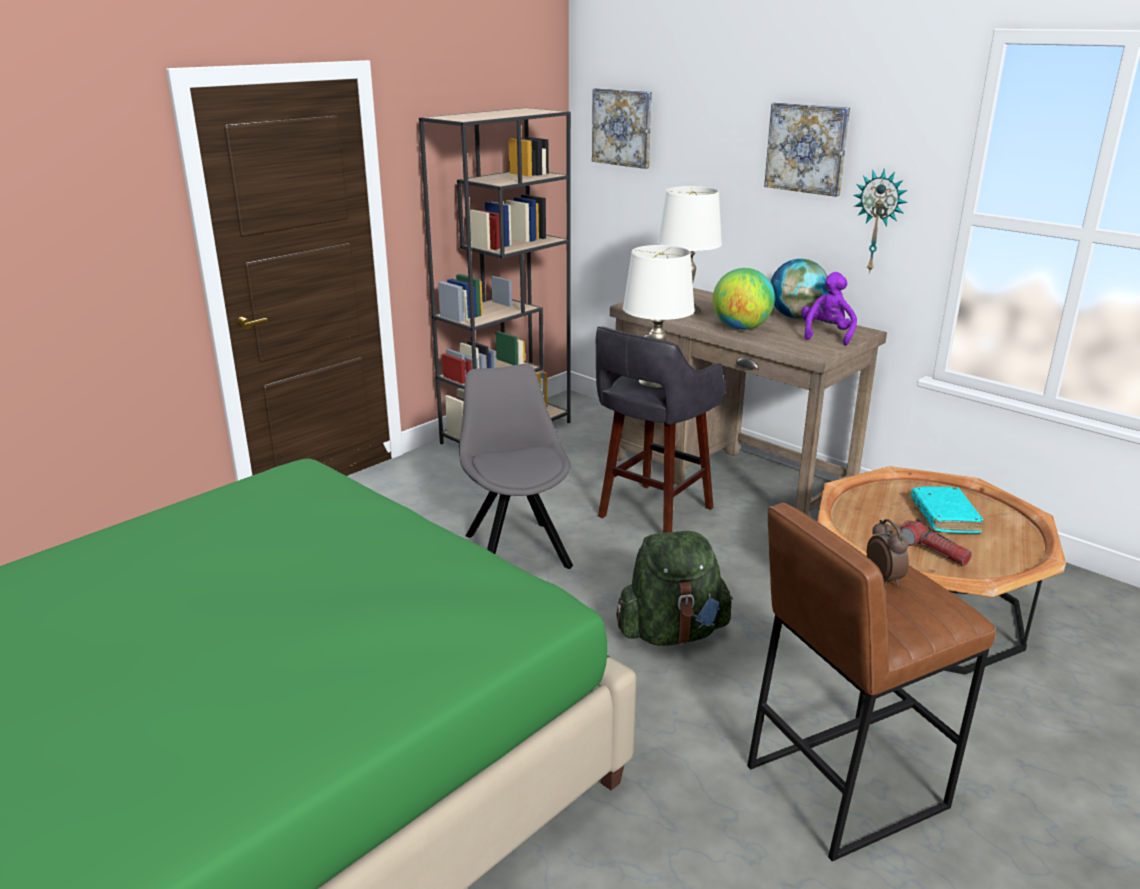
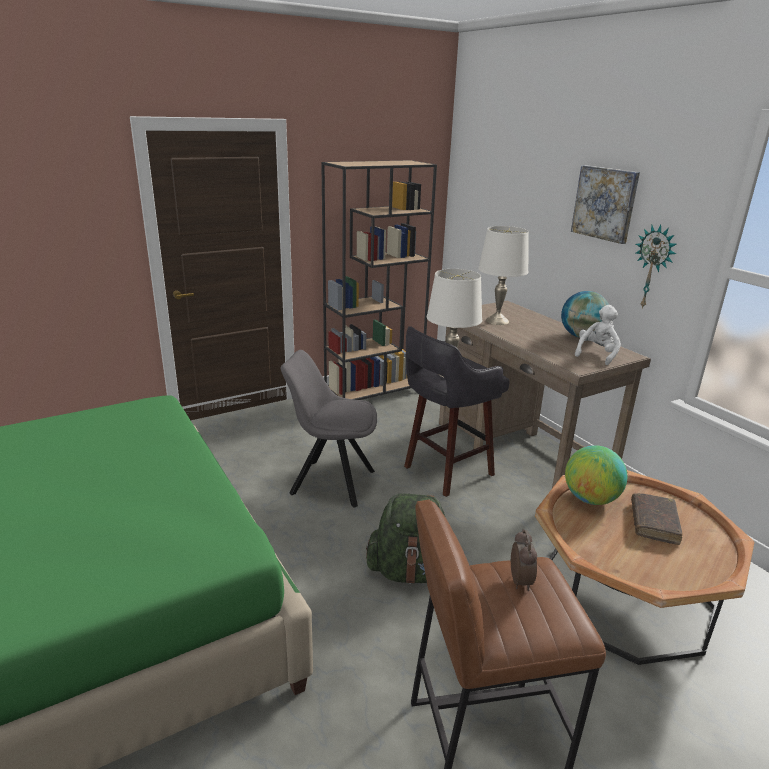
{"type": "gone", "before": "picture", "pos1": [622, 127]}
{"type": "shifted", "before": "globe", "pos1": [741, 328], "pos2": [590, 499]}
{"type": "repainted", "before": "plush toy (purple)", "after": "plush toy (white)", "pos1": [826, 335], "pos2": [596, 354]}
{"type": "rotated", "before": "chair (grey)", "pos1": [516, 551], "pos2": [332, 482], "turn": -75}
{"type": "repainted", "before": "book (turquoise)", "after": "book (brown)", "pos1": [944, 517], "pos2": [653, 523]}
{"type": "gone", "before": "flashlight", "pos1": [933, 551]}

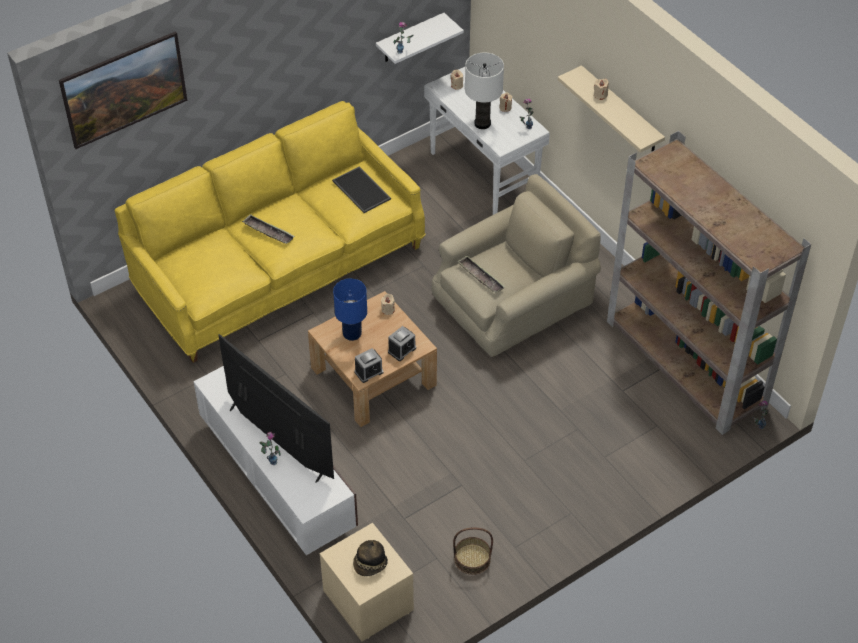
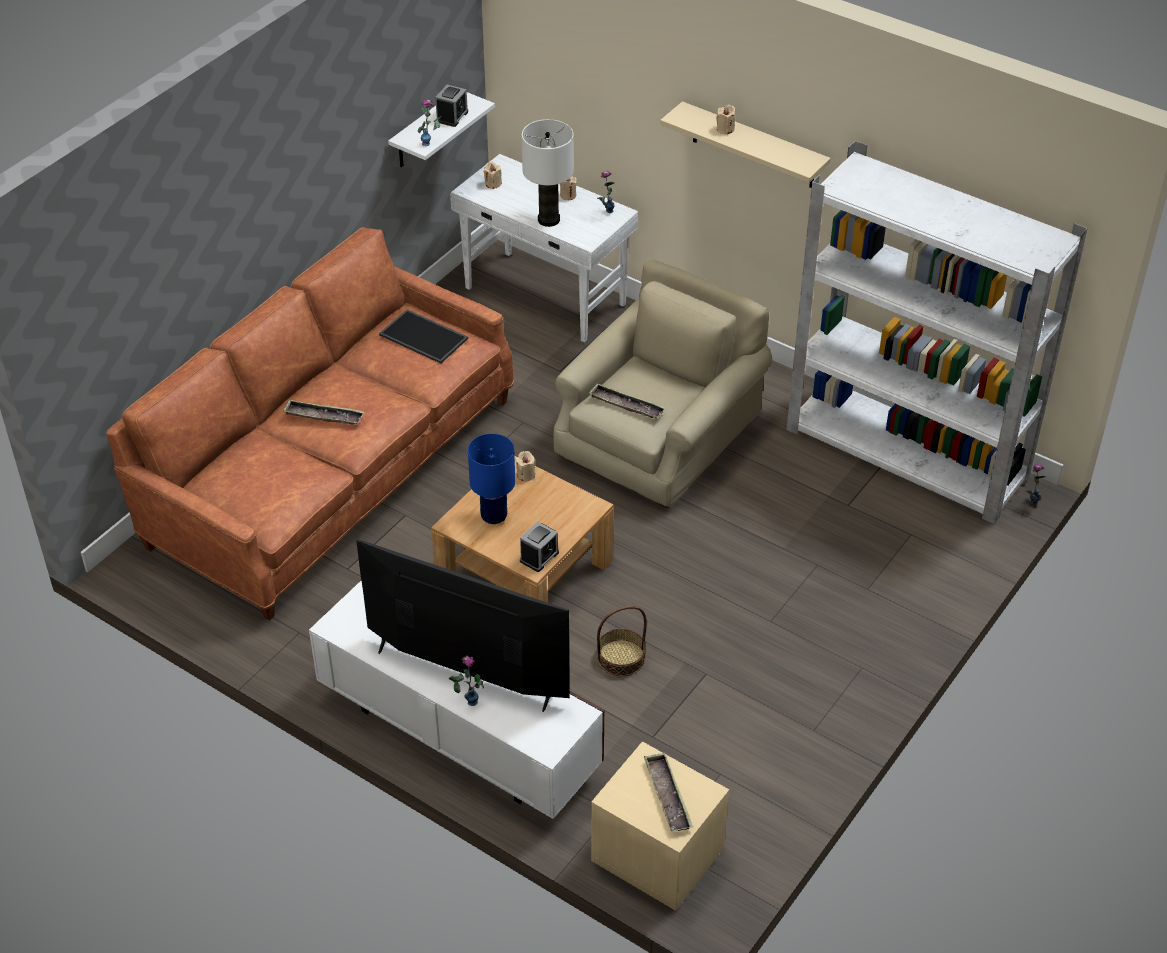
{"type": "gone", "before": "picture", "pos1": [127, 106]}
{"type": "repainted", "before": "sofa (yellow)", "after": "sofa (brown)", "pos1": [277, 266], "pos2": [329, 470]}
{"type": "repainted", "before": "bookcase (brown)", "after": "bookcase (white)", "pos1": [685, 363], "pos2": [906, 453]}
{"type": "shifted", "before": "alarm clock", "pos1": [402, 350], "pos2": [452, 116]}
{"type": "shifted", "before": "basket", "pos1": [472, 559], "pos2": [621, 658]}
{"type": "swapped", "before": "hat", "after": "tray", "pos1": [370, 565], "pos2": [667, 796]}

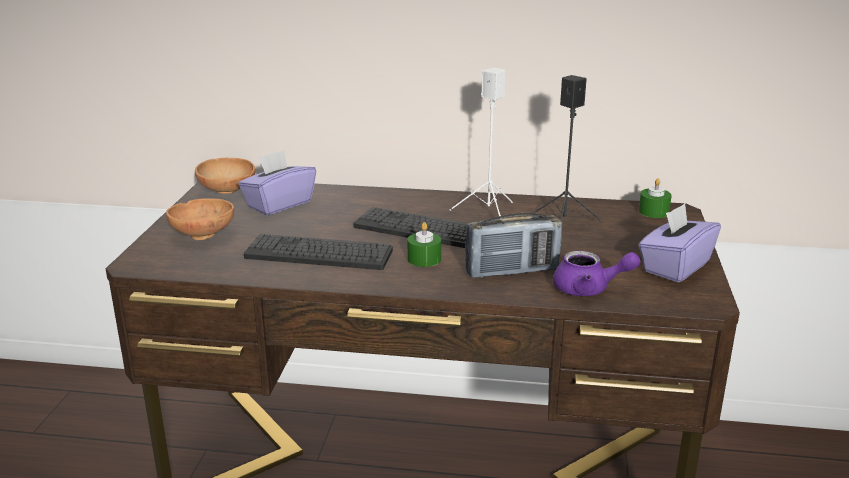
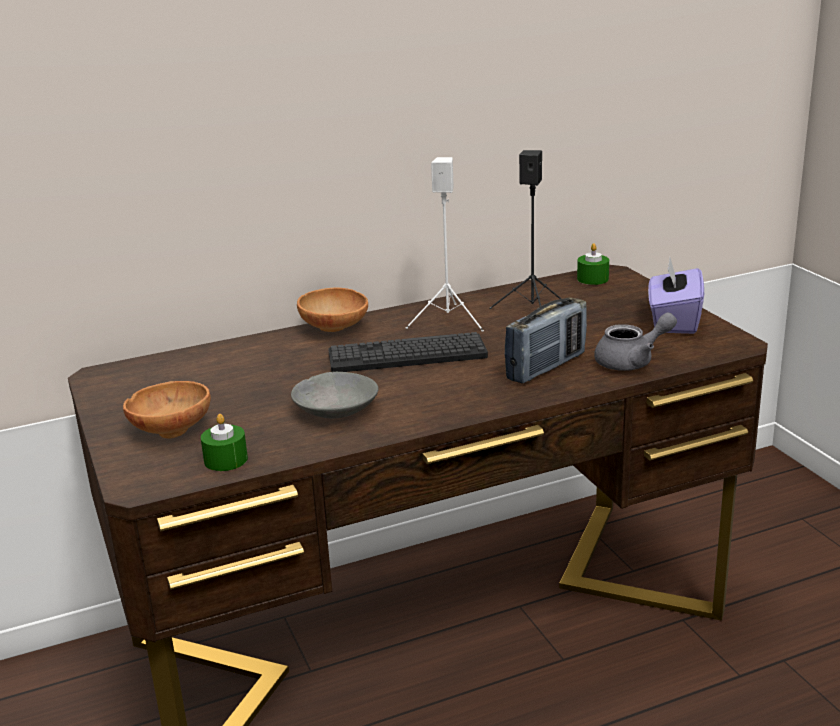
{"type": "gone", "before": "tissue box (purple)", "pos1": [279, 204]}
{"type": "shifted", "before": "bowl (brown)", "pos1": [227, 192], "pos2": [335, 329]}
{"type": "shifted", "before": "candle (green)", "pos1": [424, 259], "pos2": [226, 460]}
{"type": "swapped", "before": "keyboard", "after": "bowl (grey)", "pos1": [319, 254], "pos2": [336, 409]}
{"type": "repainted", "before": "teapot (purple)", "after": "teapot (grey)", "pos1": [589, 289], "pos2": [632, 361]}

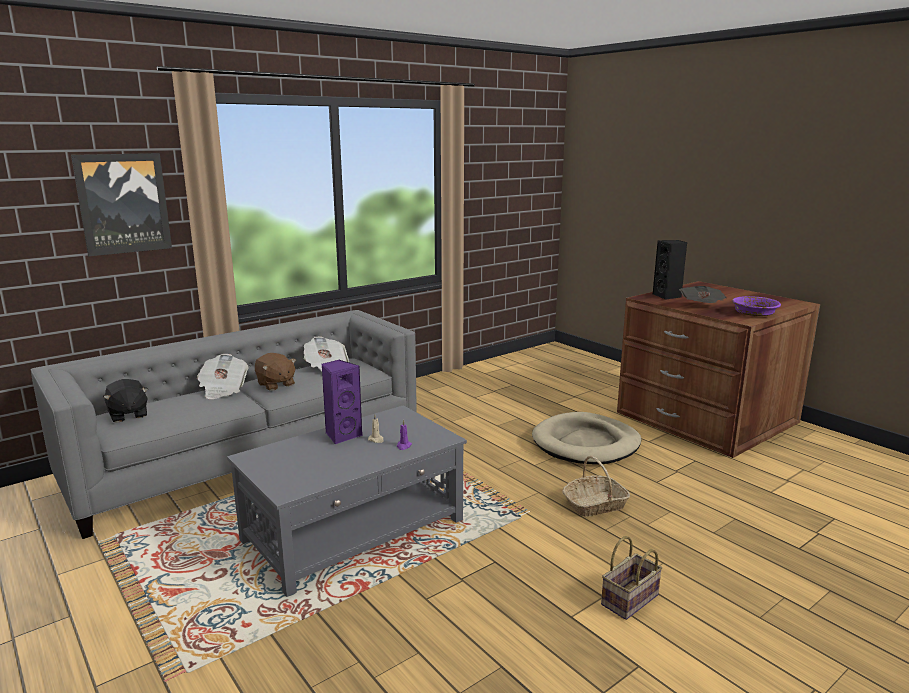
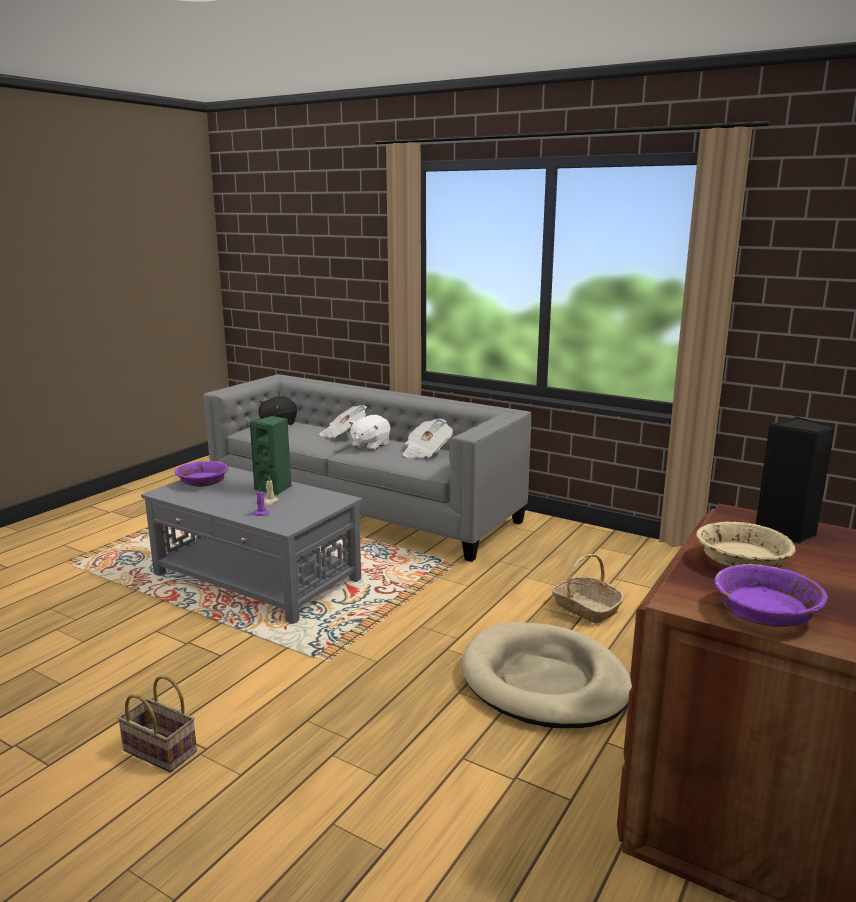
{"type": "gone", "before": "picture", "pos1": [123, 203]}
{"type": "swapped", "before": "newspaper", "after": "bowl (beige)", "pos1": [701, 307], "pos2": [742, 561]}
{"type": "repainted", "before": "plush toy (brown)", "after": "plush toy (white)", "pos1": [275, 384], "pos2": [370, 445]}
{"type": "repainted", "before": "speaker (purple)", "after": "speaker (green)", "pos1": [342, 435], "pos2": [275, 489]}
{"type": "shifted", "before": "basket", "pos1": [595, 505], "pos2": [585, 608]}
{"type": "new", "after": "bowl (purple)", "pos2": [203, 482]}

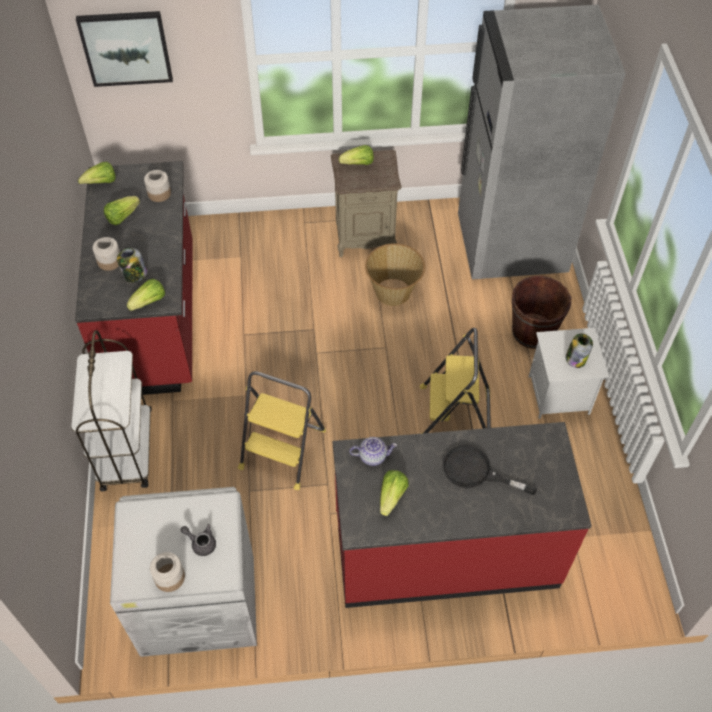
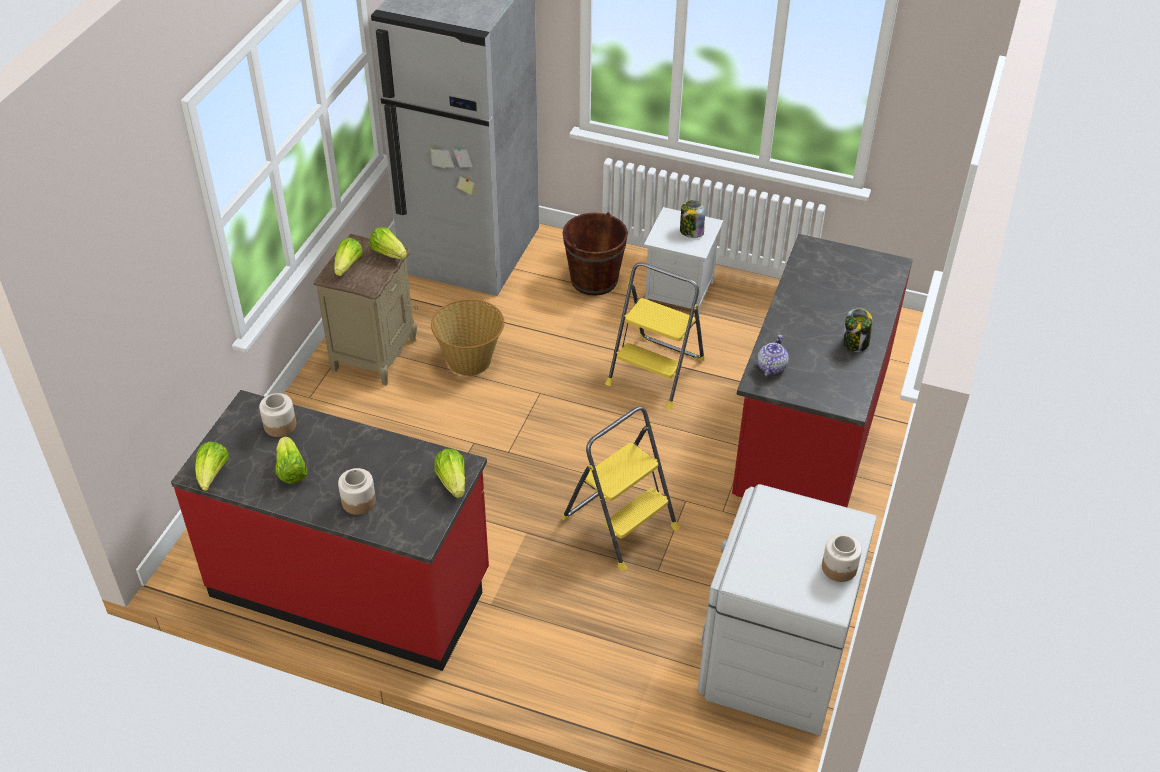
{"type": "gone", "before": "picture", "pos1": [126, 48]}
{"type": "shifted", "before": "jar", "pos1": [134, 275], "pos2": [855, 343]}
{"type": "gone", "before": "cart (white)", "pos1": [126, 451]}
{"type": "gone", "before": "frying pan (black)", "pos1": [475, 472]}
{"type": "shifted", "before": "lettuce", "pos1": [392, 496], "pos2": [389, 253]}
{"type": "gone", "before": "teapot (grey)", "pos1": [201, 543]}

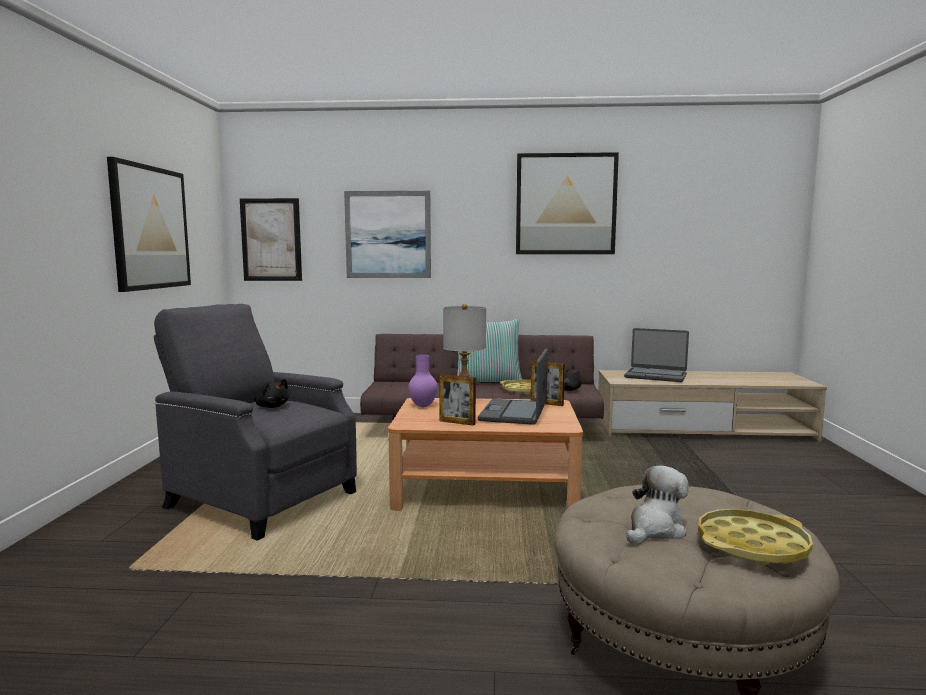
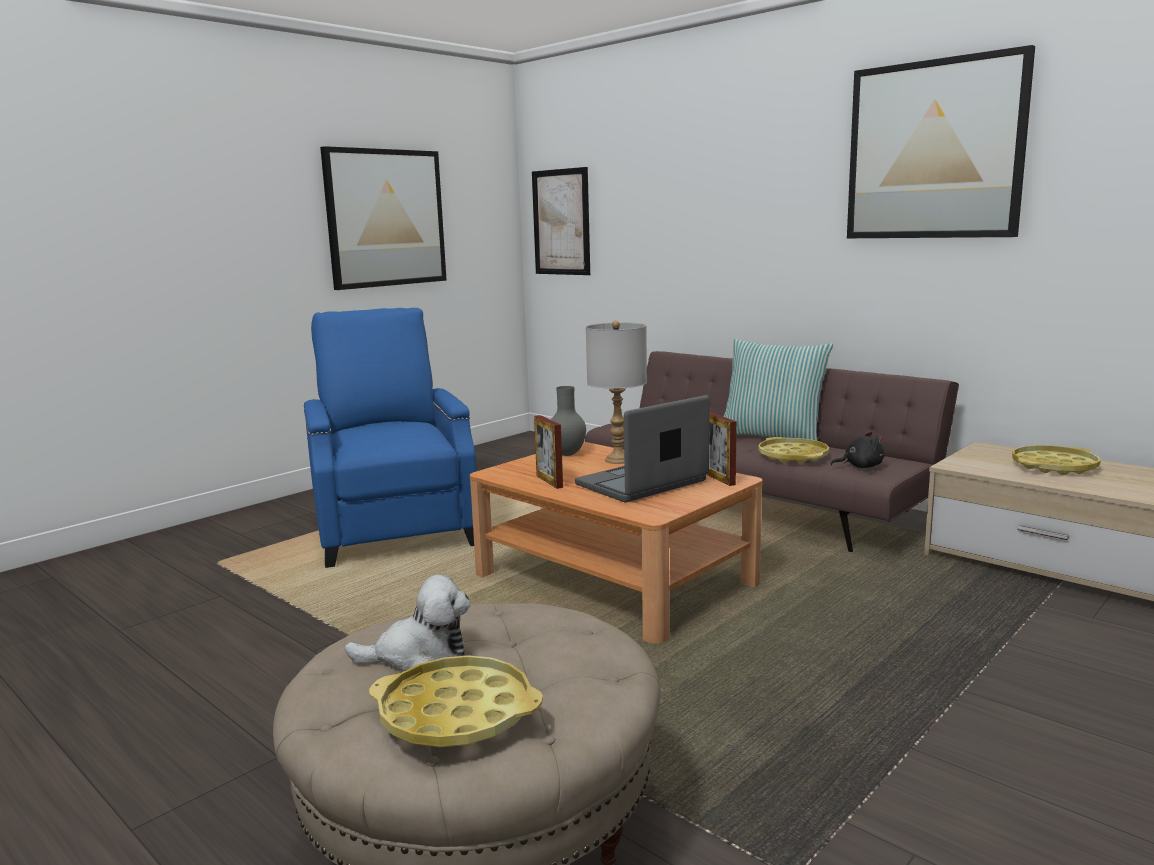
{"type": "gone", "before": "picture", "pos1": [388, 234]}
{"type": "repainted", "before": "armchair (grey)", "after": "armchair (blue)", "pos1": [258, 498], "pos2": [394, 528]}
{"type": "swapped", "before": "laptop", "after": "tray (yellow)", "pos1": [655, 376], "pos2": [1054, 466]}
{"type": "repainted", "before": "vase (purple)", "after": "vase (grey)", "pos1": [423, 405], "pos2": [568, 454]}
{"type": "gone", "before": "plush toy (black)", "pos1": [272, 406]}

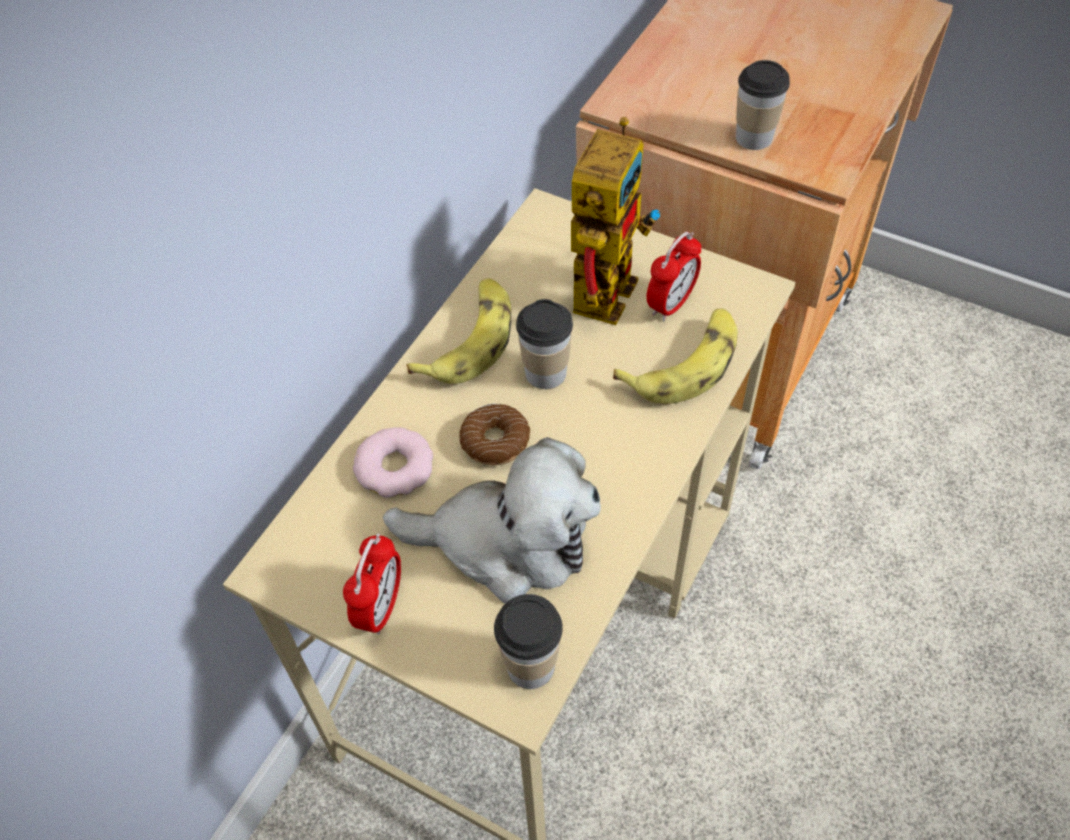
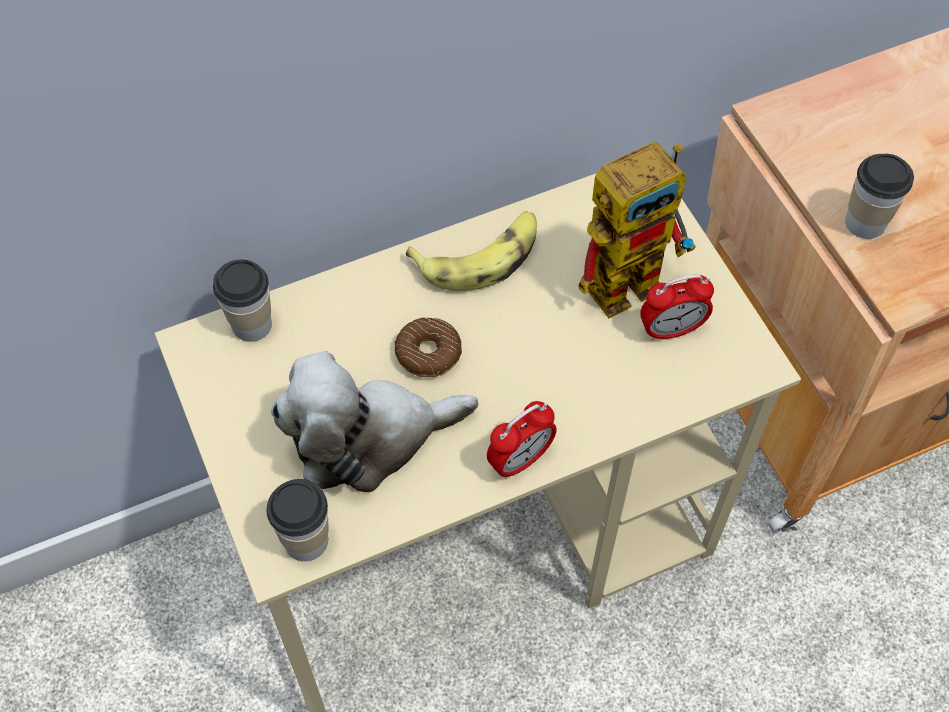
{"type": "shifted", "before": "cup", "pos1": [545, 373], "pos2": [251, 324]}
{"type": "gone", "before": "banana", "pos1": [684, 364]}
{"type": "gone", "before": "donut", "pos1": [395, 467]}
{"type": "rotated", "before": "plush toy", "pos1": [506, 543], "pos2": [368, 438], "turn": 120}
{"type": "shifted", "before": "alarm clock", "pos1": [380, 608], "pos2": [520, 460]}

